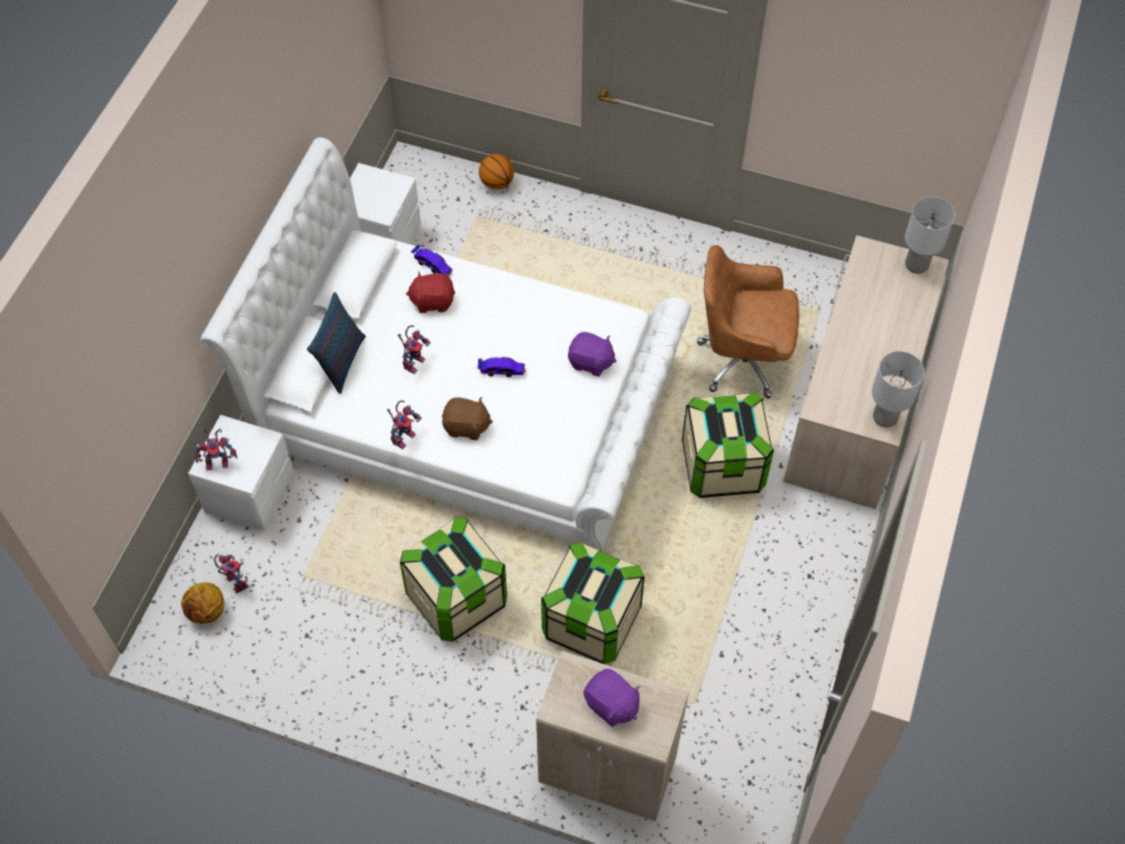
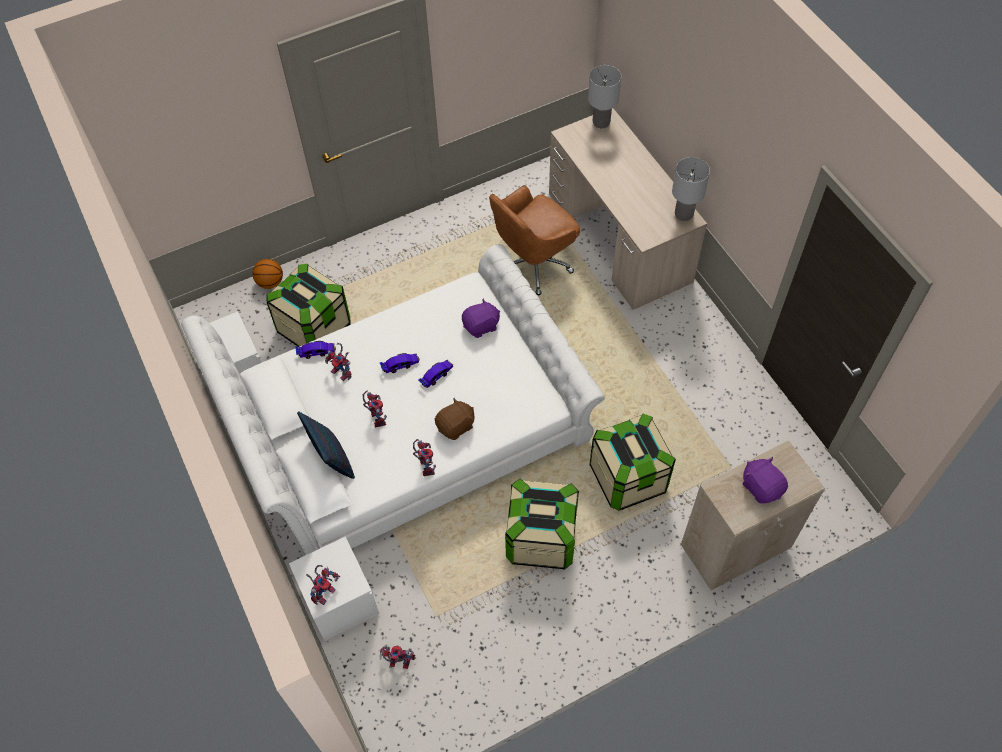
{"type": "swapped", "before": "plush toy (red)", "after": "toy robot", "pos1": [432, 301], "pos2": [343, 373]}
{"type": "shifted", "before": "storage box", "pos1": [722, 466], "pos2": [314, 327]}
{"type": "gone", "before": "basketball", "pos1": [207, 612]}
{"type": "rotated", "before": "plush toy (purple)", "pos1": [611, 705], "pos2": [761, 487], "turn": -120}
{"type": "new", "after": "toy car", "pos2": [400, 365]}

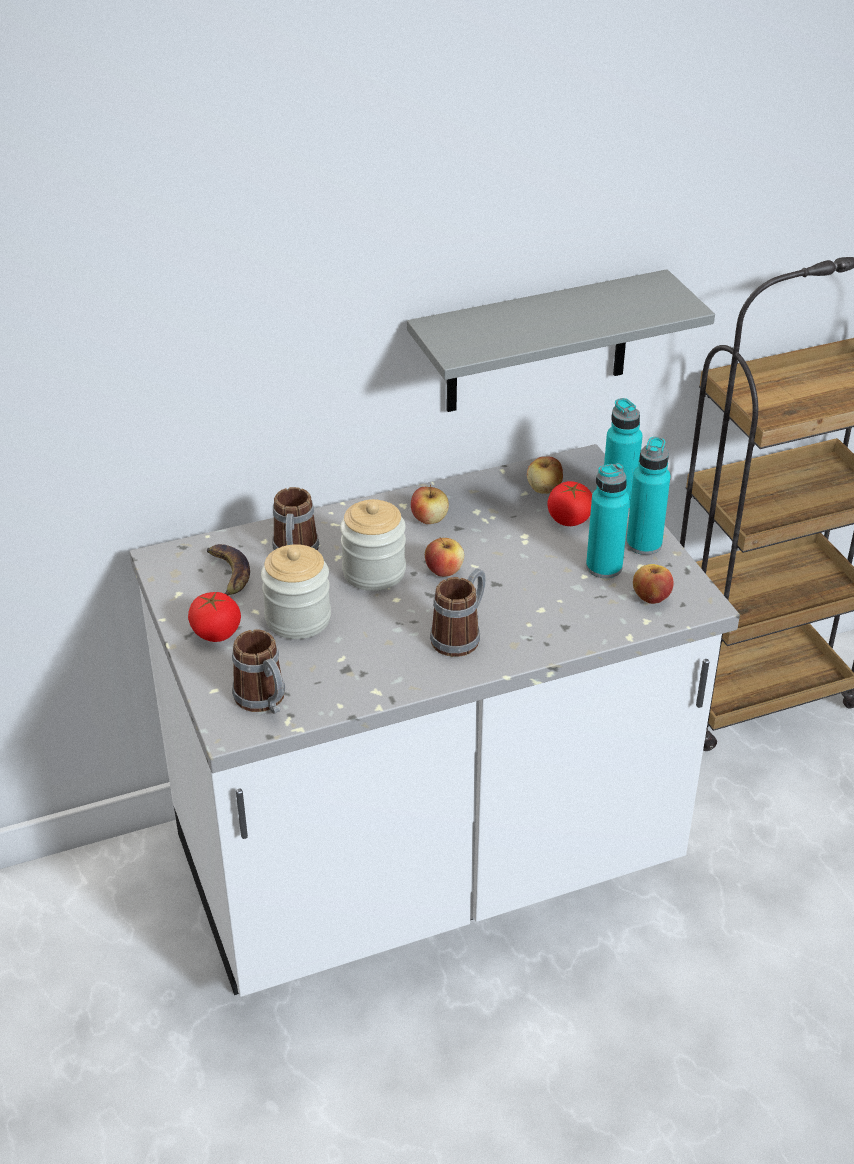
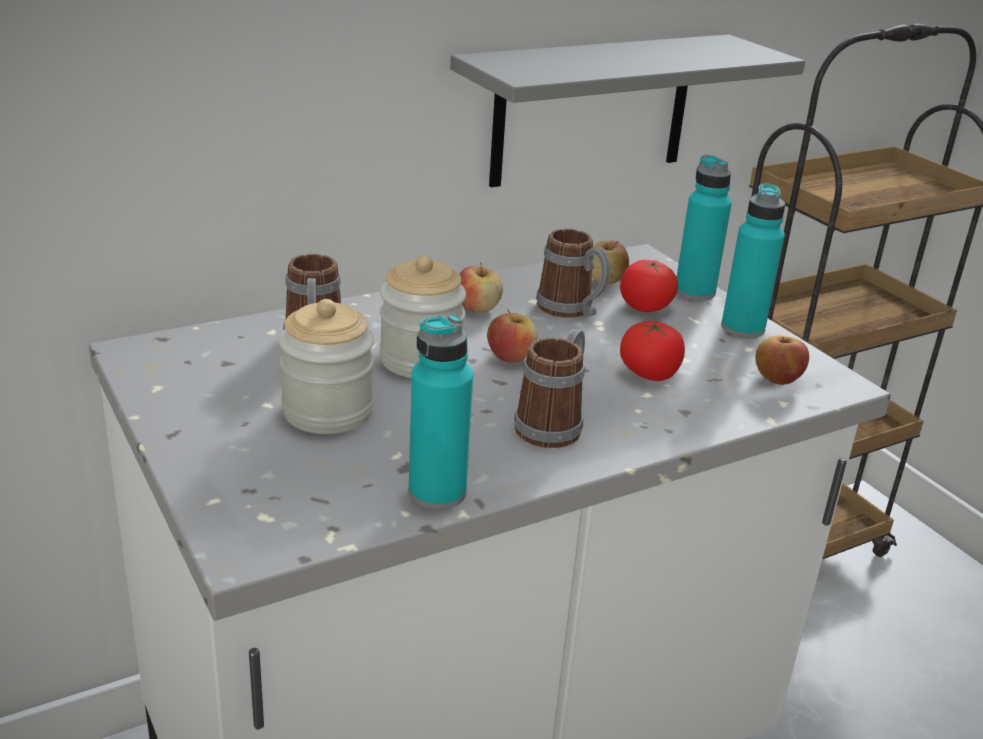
{"type": "shifted", "before": "bottle (turquoise)", "pos1": [604, 567], "pos2": [437, 493]}
{"type": "gone", "before": "banana", "pos1": [227, 575]}
{"type": "shifted", "before": "tomato", "pos1": [216, 632], "pos2": [649, 373]}
{"type": "shifted", "before": "mug", "pos1": [264, 701], "pos2": [572, 310]}

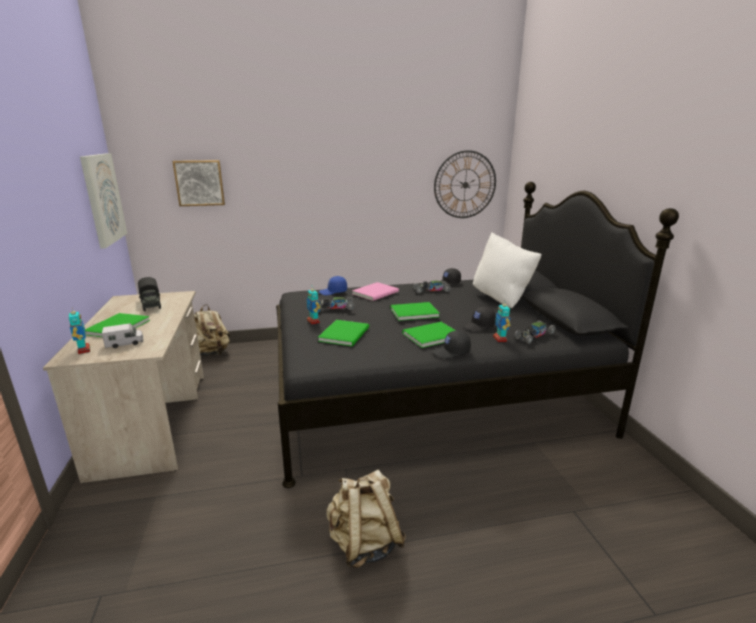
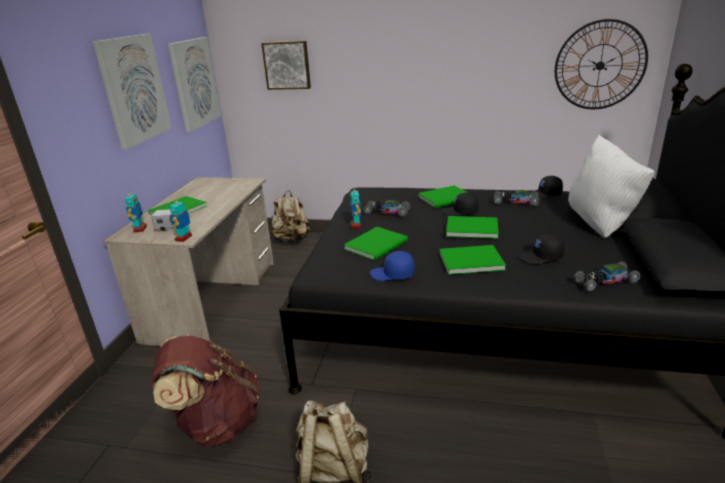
{"type": "shifted", "before": "cap (blue)", "pos1": [333, 292], "pos2": [392, 274]}
{"type": "gone", "before": "toy truck", "pos1": [151, 304]}
{"type": "repainted", "before": "book (pink)", "after": "book (green)", "pos1": [377, 293], "pos2": [447, 198]}
{"type": "shifted", "before": "toy robot", "pos1": [500, 339], "pos2": [184, 238]}
{"type": "shifted", "before": "cap (black)", "pos1": [451, 352], "pos2": [460, 212]}
{"type": "new", "after": "picture", "pos2": [133, 89]}
{"type": "new", "after": "backpack (brown)", "pos2": [216, 423]}

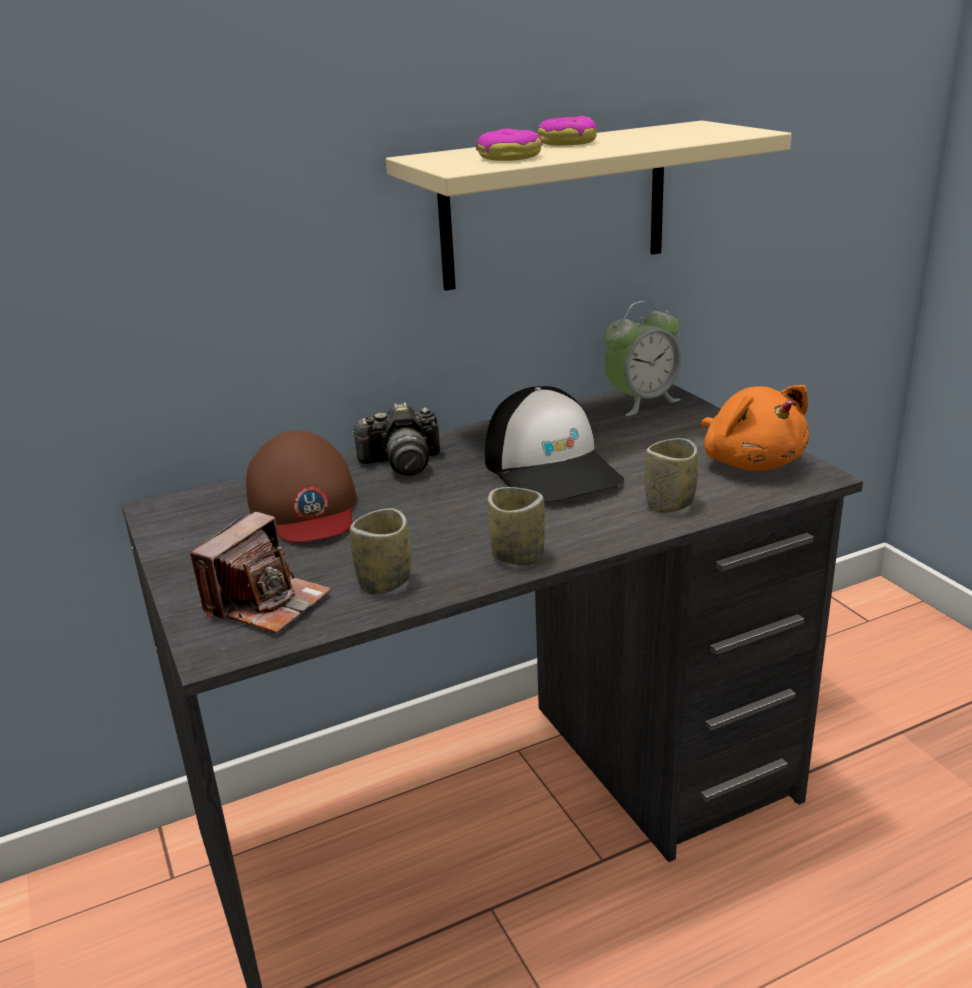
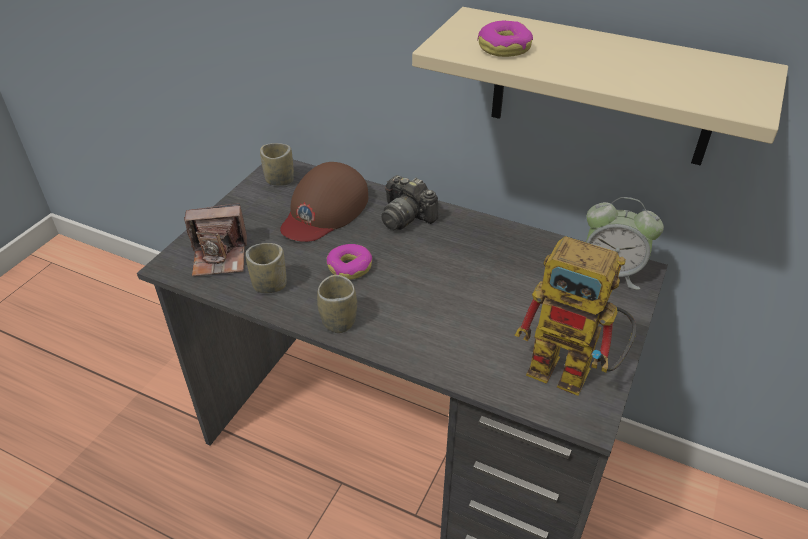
{"type": "shifted", "before": "donut", "pos1": [567, 142], "pos2": [350, 267]}
{"type": "swapped", "before": "plush toy (orange)", "after": "toy robot", "pos1": [751, 462], "pos2": [573, 372]}
{"type": "gone", "before": "cap", "pos1": [552, 469]}
{"type": "shifted", "before": "cup", "pos1": [669, 504], "pos2": [279, 180]}

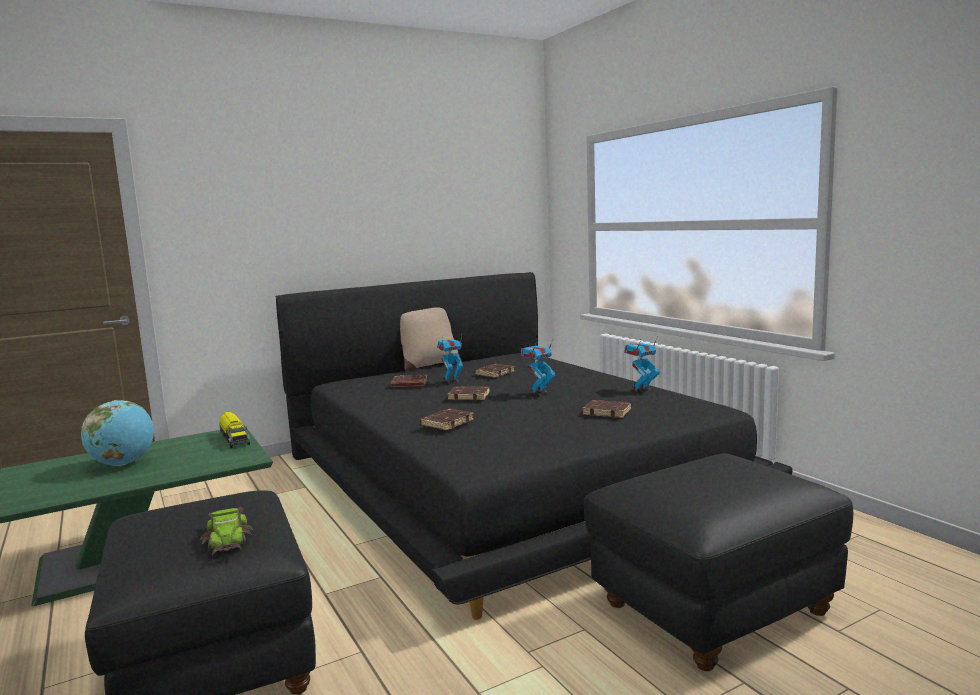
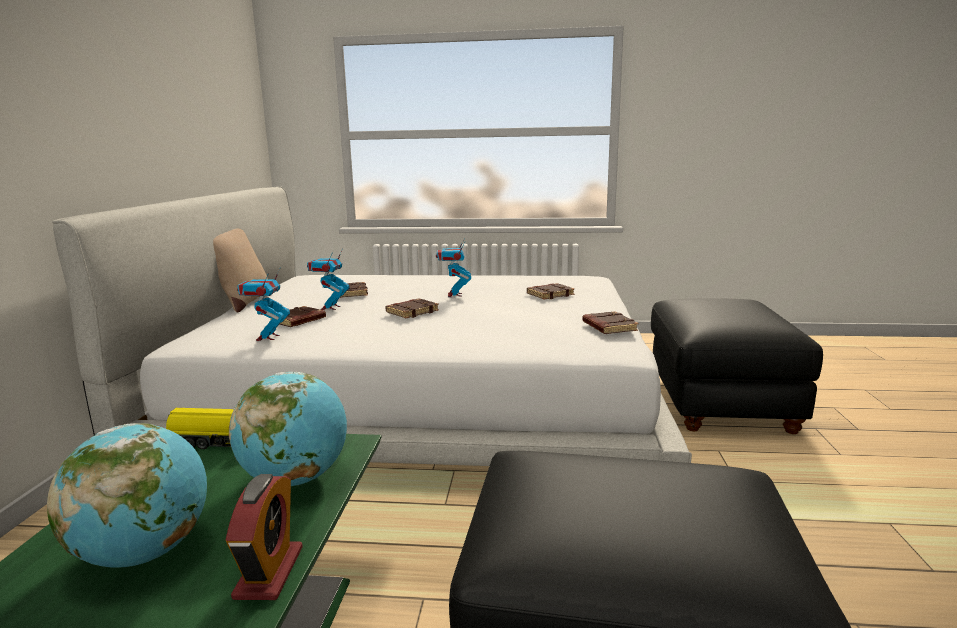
{"type": "repainted", "before": "bed (black)", "after": "bed (white)", "pos1": [503, 479], "pos2": [420, 396]}
{"type": "shifted", "before": "toy robot", "pos1": [641, 389], "pos2": [268, 337]}
{"type": "shifted", "before": "book (brown)", "pos1": [447, 423], "pos2": [608, 327]}
{"type": "gone", "before": "toy car", "pos1": [228, 539]}
{"type": "new", "after": "globe", "pos2": [296, 479]}
{"type": "new", "after": "alarm clock", "pos2": [269, 572]}

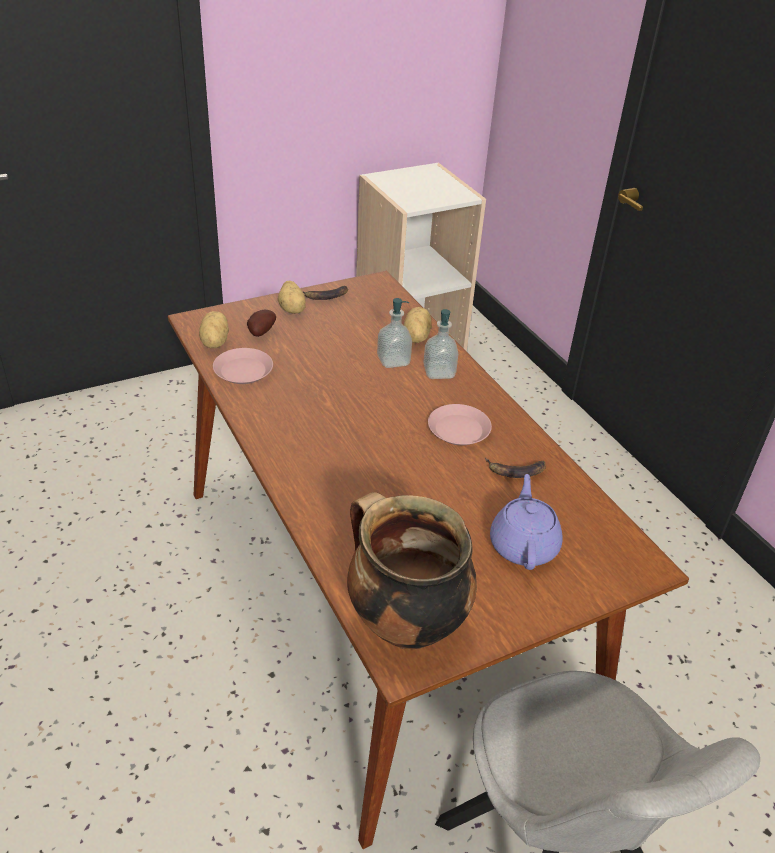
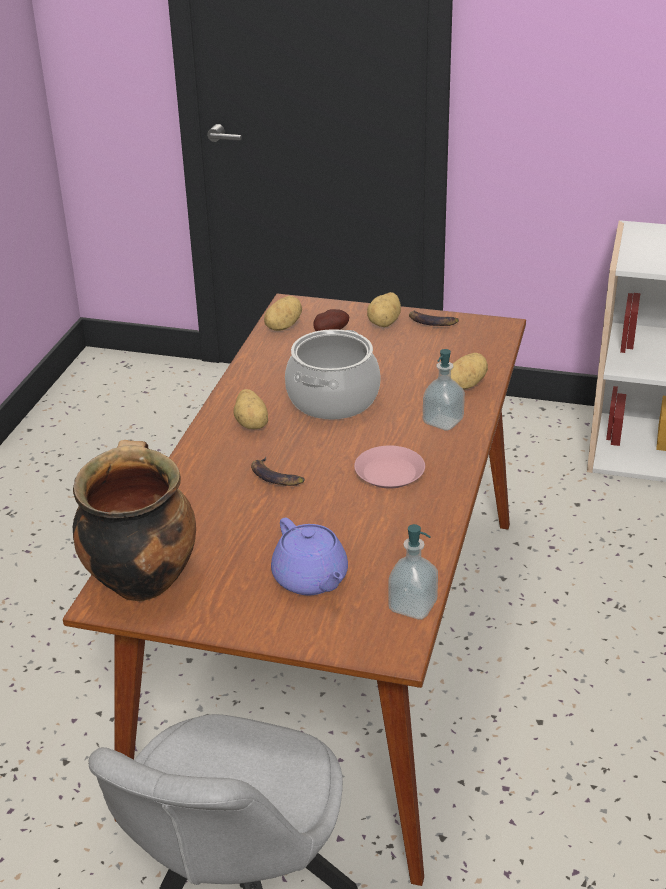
{"type": "shifted", "before": "soap dispenser", "pos1": [393, 360], "pos2": [412, 606]}
{"type": "gone", "before": "plate (pink)", "pos1": [243, 371]}
{"type": "shifted", "before": "banana", "pos1": [516, 470], "pos2": [276, 477]}
{"type": "rotated", "before": "teapot (purple)", "pos1": [523, 545], "pos2": [311, 579], "turn": 105}
{"type": "new", "after": "cooking pot", "pos2": [332, 399]}
{"type": "new", "after": "potato", "pos2": [252, 423]}

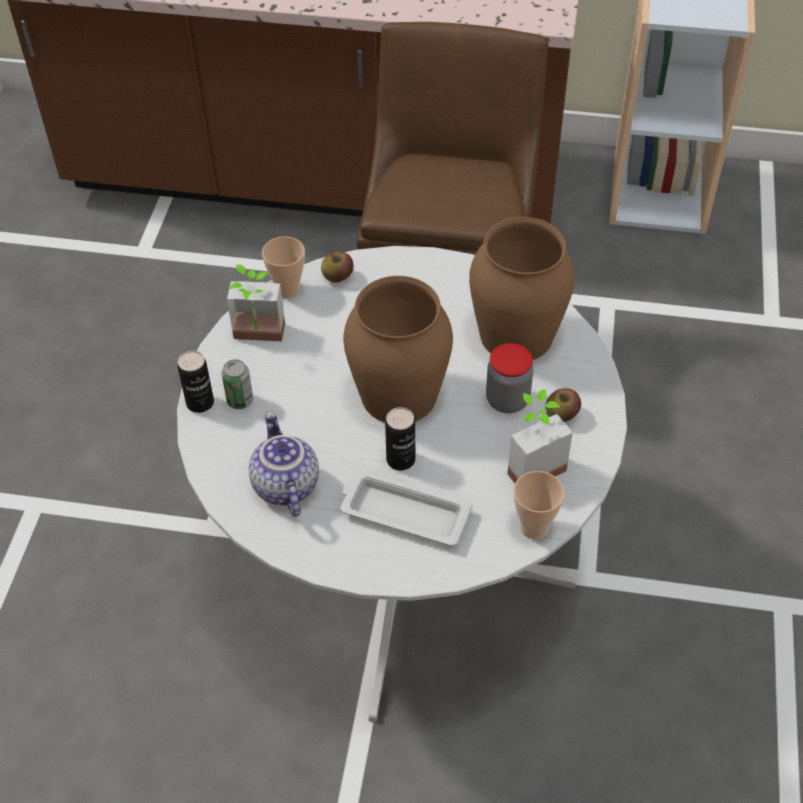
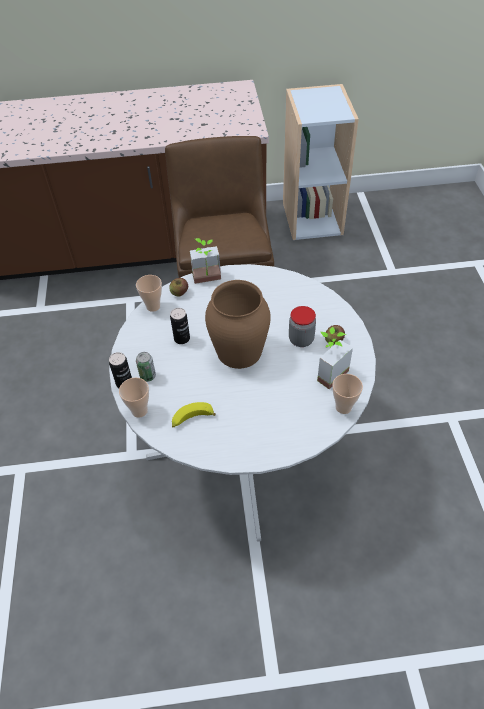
{"type": "gone", "before": "vase (brown)", "pos1": [515, 335]}
{"type": "shifted", "before": "potted plant", "pos1": [258, 339], "pos2": [207, 280]}
{"type": "shifted", "before": "can", "pos1": [400, 459], "pos2": [182, 338]}
{"type": "swapped", "before": "teapot", "after": "banana", "pos1": [284, 485], "pos2": [192, 419]}
{"type": "gone", "before": "tray (white)", "pos1": [403, 513]}
{"type": "new", "after": "cup", "pos2": [139, 410]}

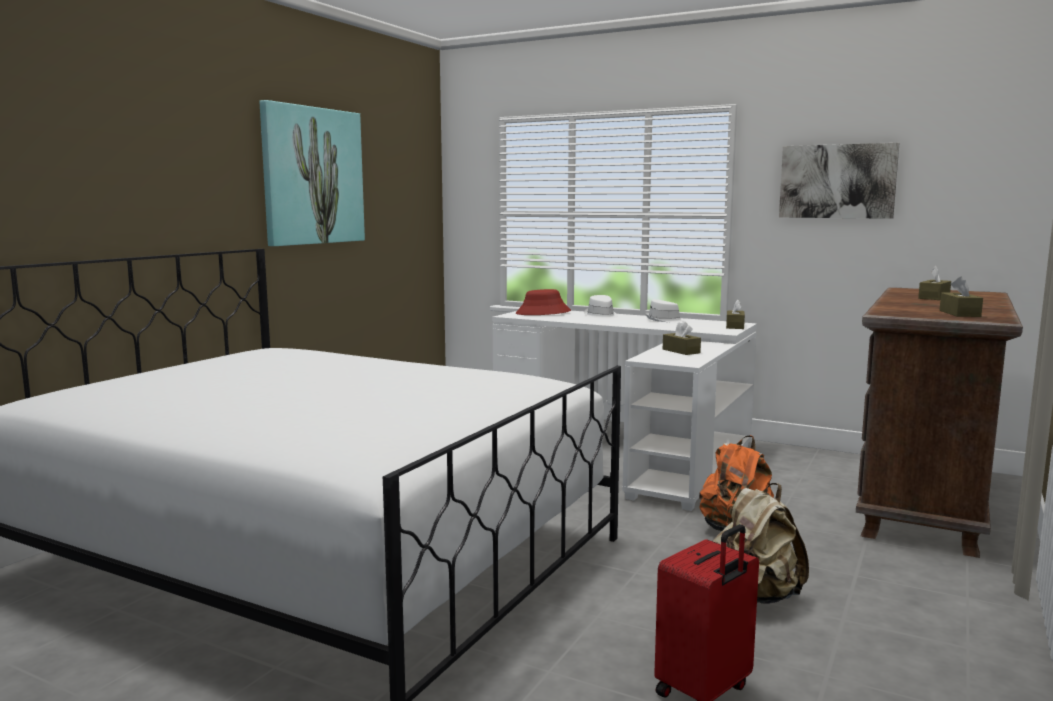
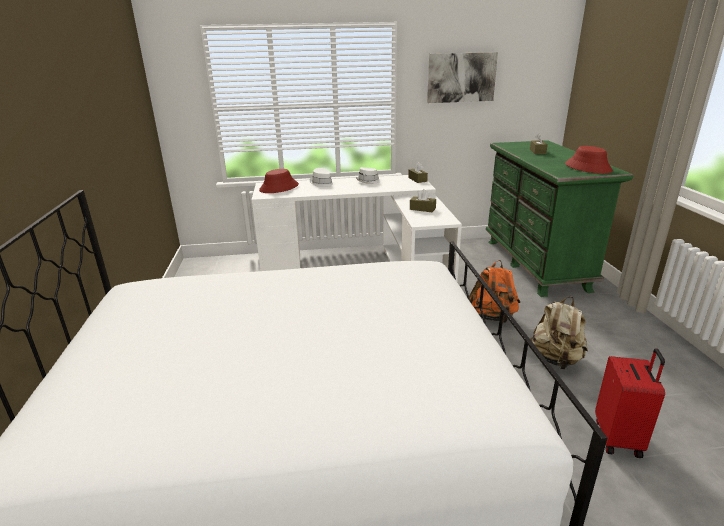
{"type": "gone", "before": "picture", "pos1": [312, 176]}
{"type": "swapped", "before": "tissue box (brown)", "after": "hat (red)", "pos1": [959, 313], "pos2": [588, 167]}
{"type": "repainted", "before": "dresser (brown)", "after": "dresser (green)", "pos1": [924, 503], "pos2": [535, 264]}

